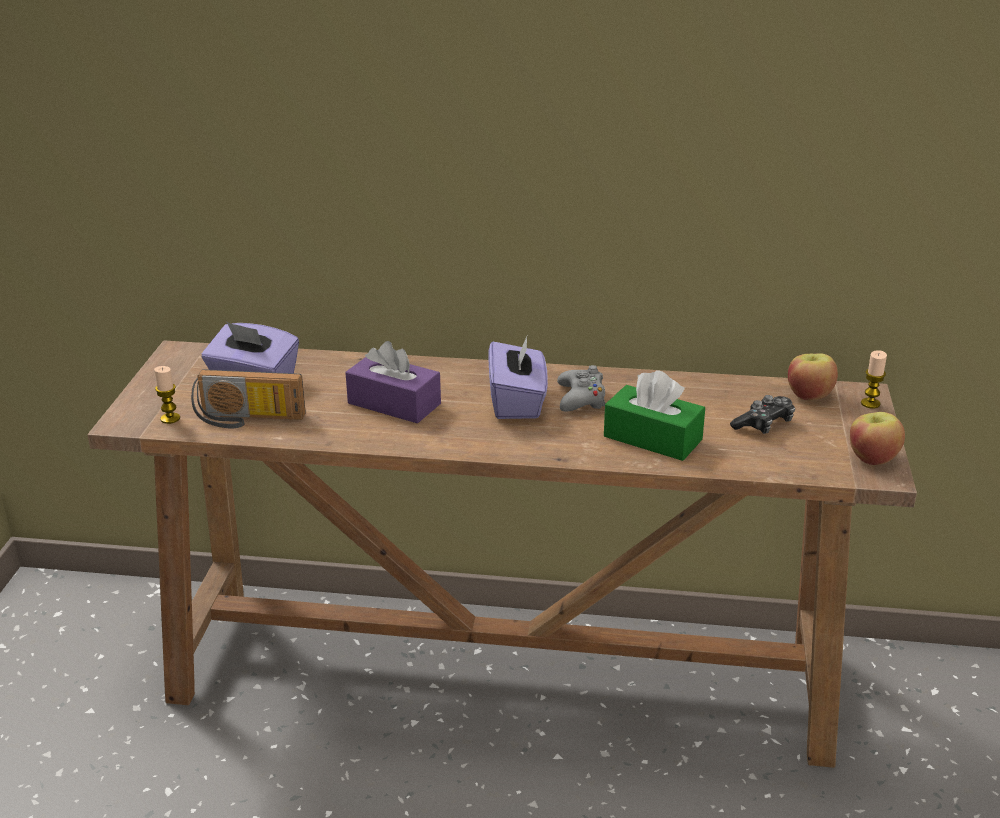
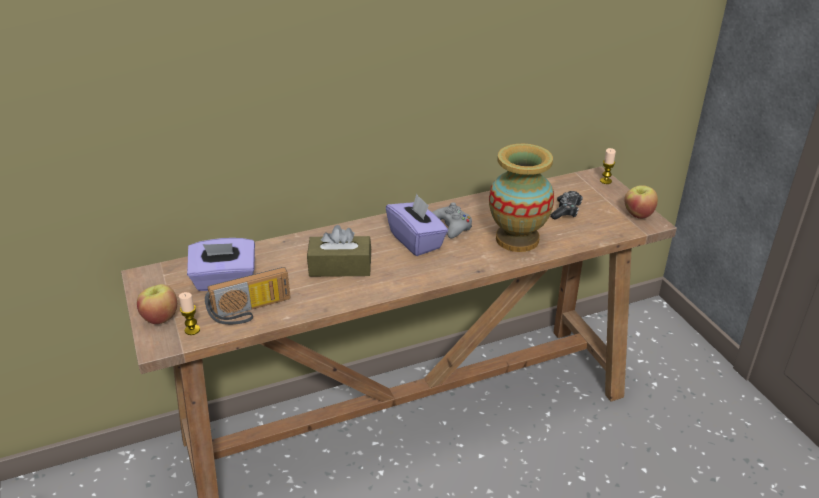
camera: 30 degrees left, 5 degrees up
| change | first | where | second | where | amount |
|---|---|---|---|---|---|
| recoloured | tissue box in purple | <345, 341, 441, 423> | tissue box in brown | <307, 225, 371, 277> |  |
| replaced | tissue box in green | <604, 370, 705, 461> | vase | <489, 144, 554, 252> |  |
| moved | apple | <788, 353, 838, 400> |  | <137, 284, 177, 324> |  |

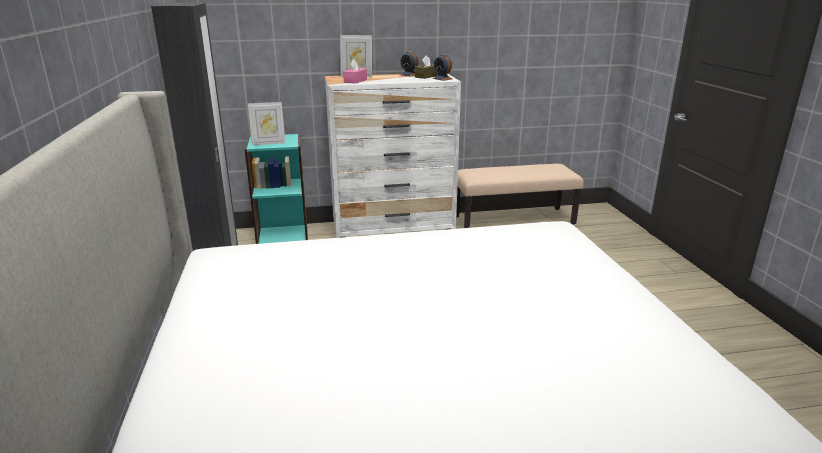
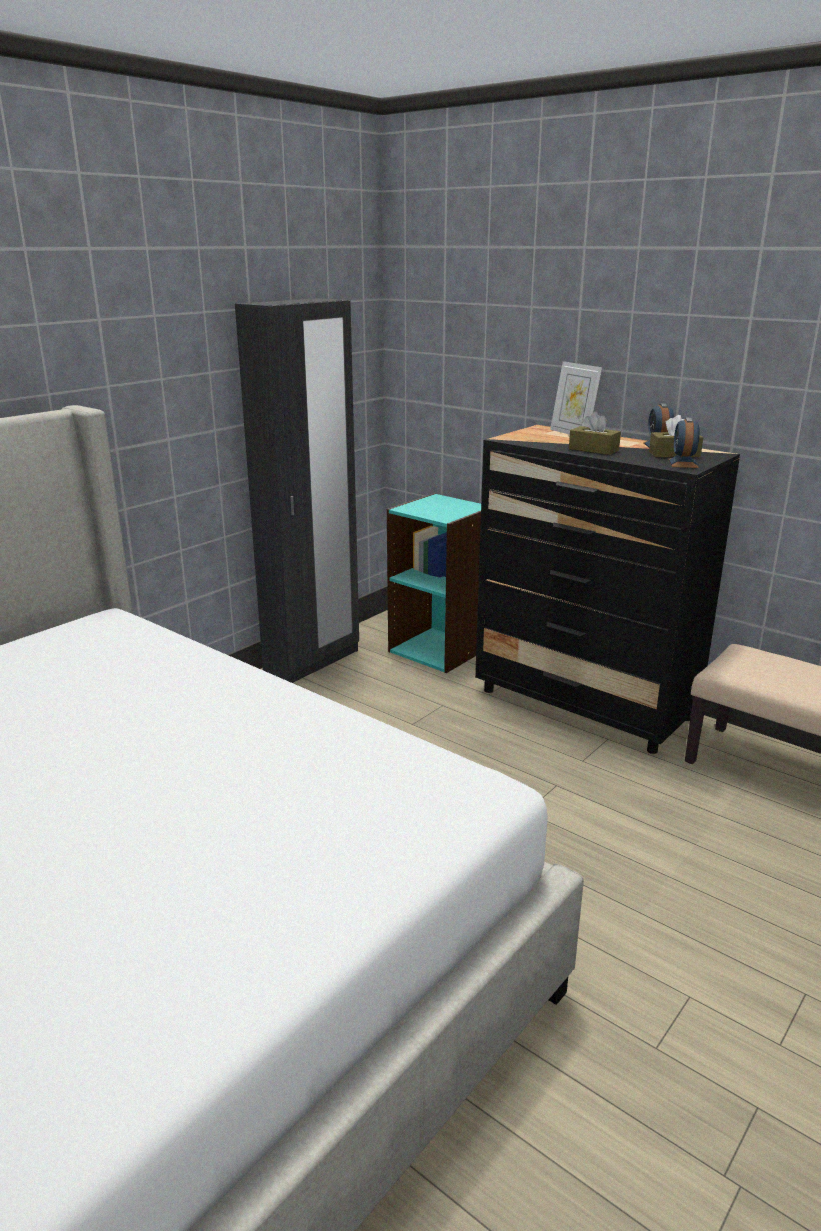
camera: 50 degrees right, 0 degrees up
| change | first | where | second | where | amount |
|---|---|---|---|---|---|
| removed | picture frame | <248, 102, 285, 145> |  |  |  |
| recoloured | dresser in white | <325, 74, 461, 238> | dresser in black | <475, 425, 740, 754> |  |
| removed | tissue box in pink | <343, 59, 367, 84> |  |  |  |
| added |  |  | tissue box in brown | <569, 412, 621, 455> |  |

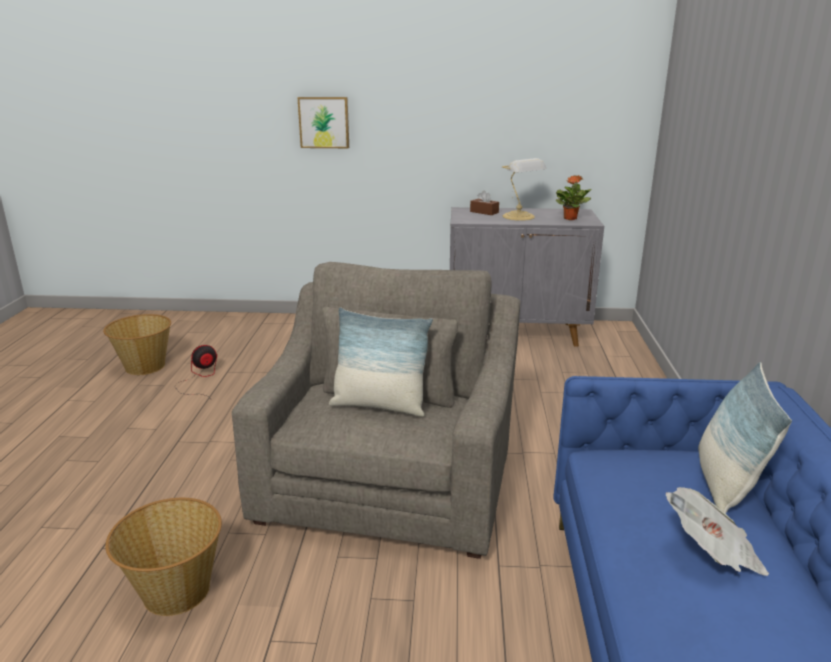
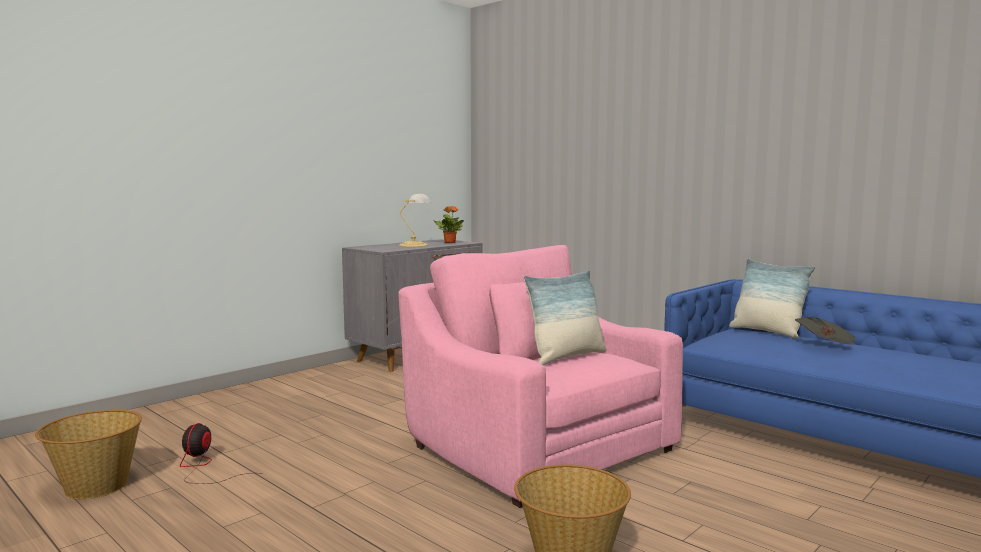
camera: 50 degrees left, 15 degrees down
| change | first | where | second | where | amount |
|---|---|---|---|---|---|
| recoloured | armchair in grey | <232, 262, 521, 559> | armchair in pink | <398, 245, 683, 508> |  |
| removed | picture | <297, 97, 349, 148> |  |  |  |
| removed | tissue box in brown | <470, 191, 499, 215> |  |  |  |

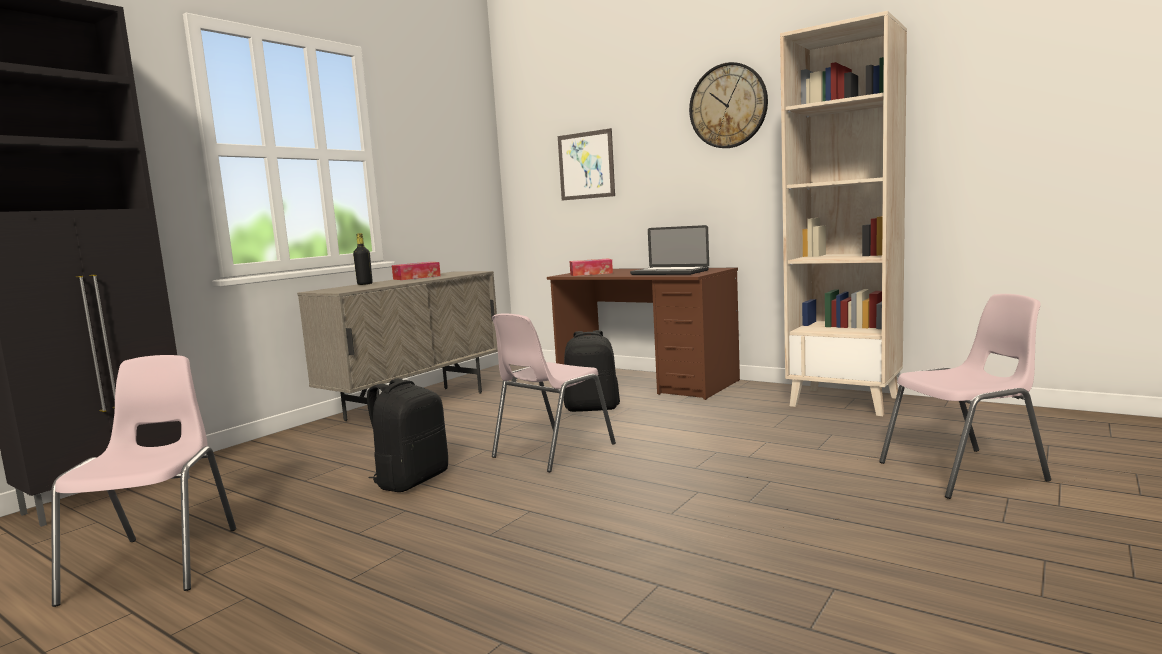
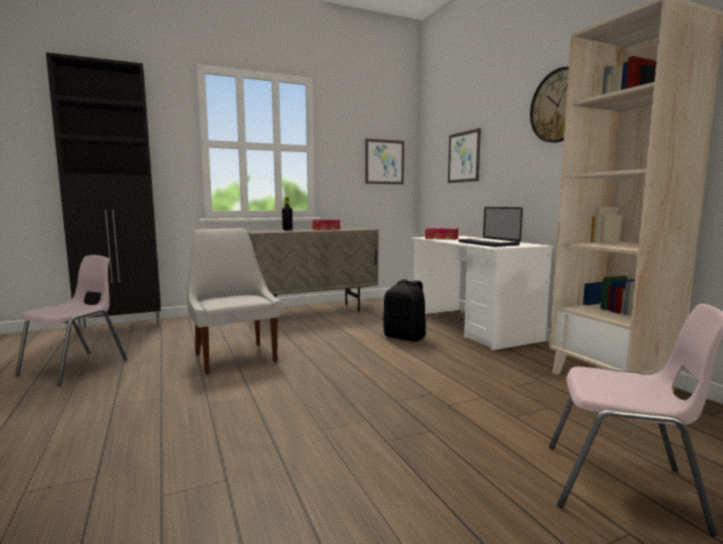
camera: 30 degrees right, 0 degrees up
| change | first | where | second | where | amount |
|---|---|---|---|---|---|
| replaced | backpack in black | <367, 378, 448, 492> | chair in white | <187, 228, 281, 374> |  |
| removed | chair in pink | <492, 314, 616, 472> |  |  |  |
| recoloured | desk in brown | <547, 268, 740, 400> | desk in white | <411, 236, 553, 351> |  |
| added |  |  | picture | <365, 139, 404, 184> |  |

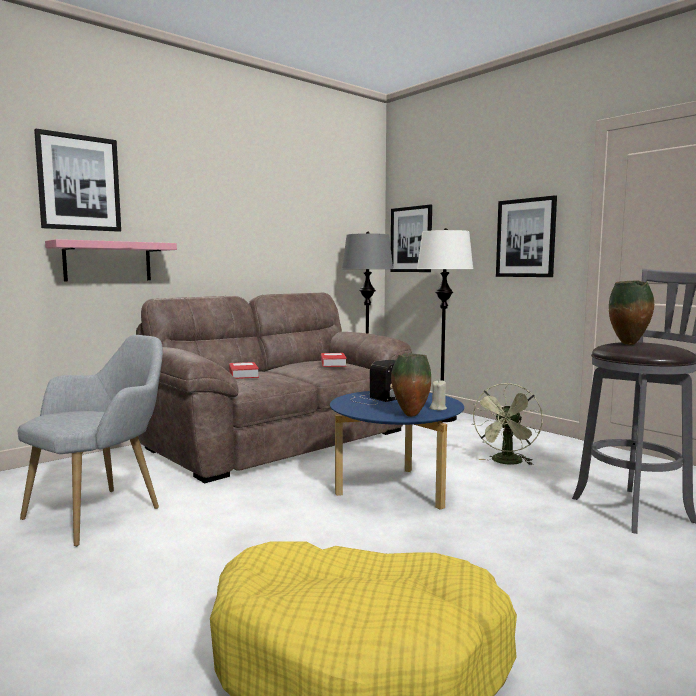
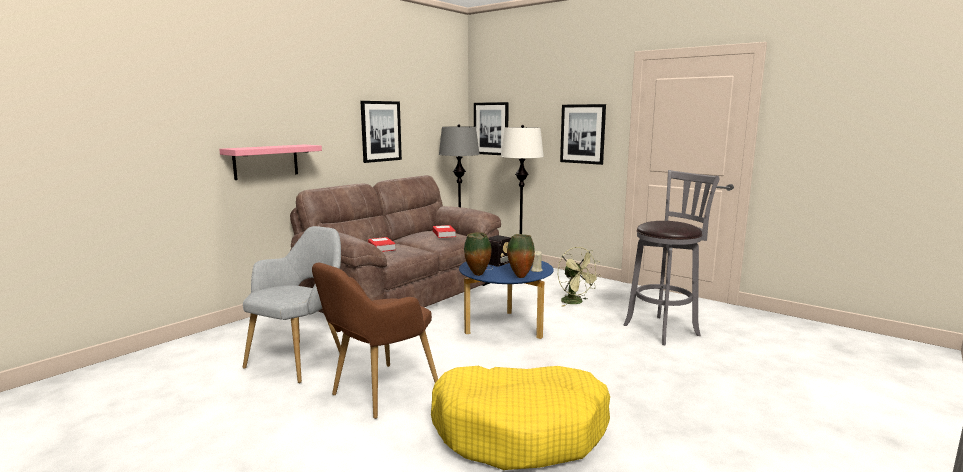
camera: 10 degrees left, 5 degrees up
| change | first | where | second | where | amount |
|---|---|---|---|---|---|
| moved | picture | <34, 128, 121, 232> |  | <360, 101, 402, 163> |  |
| turned | fan in green | <472, 383, 543, 465> |  | <558, 247, 601, 307> | 45 degrees counterclockwise |
| moved | vase | <609, 281, 654, 345> |  | <464, 232, 491, 276> |  |
| added |  |  | armchair in brown | <312, 262, 438, 419> |  |

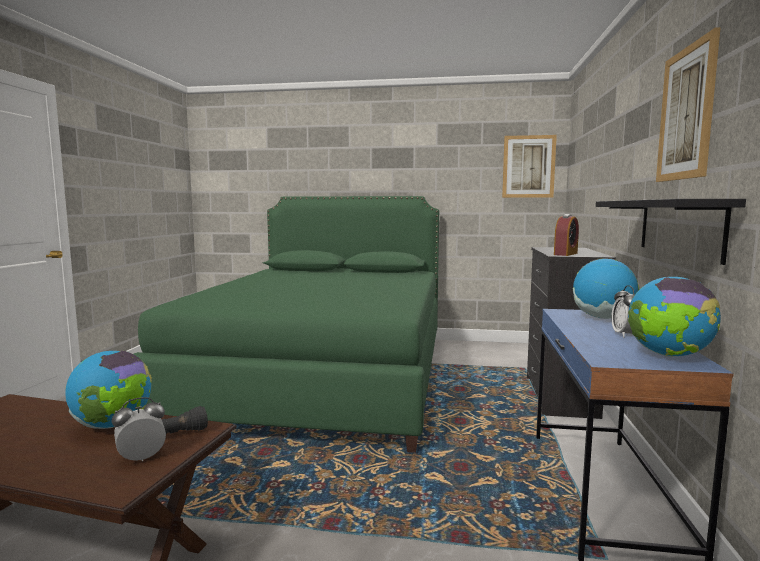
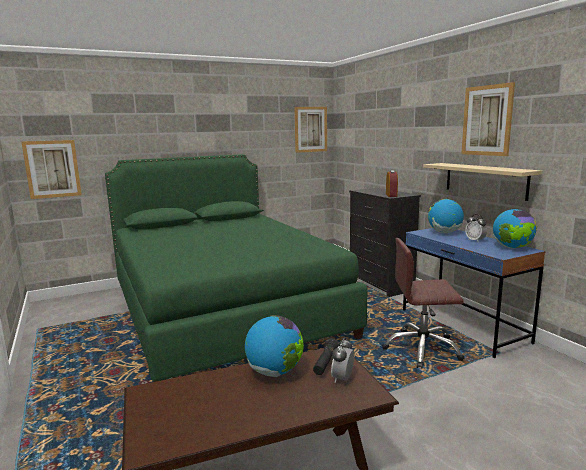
camera: 35 degrees left, 5 degrees up
| change | first | where | second | where | amount |
|---|---|---|---|---|---|
| recoloured | shelf in black | <596, 199, 746, 265> | shelf in beige | <423, 163, 542, 201> |  |
| added |  |  | picture | <21, 140, 82, 199> |  |
| added |  |  | office chair in brown | <382, 238, 465, 368> |  |

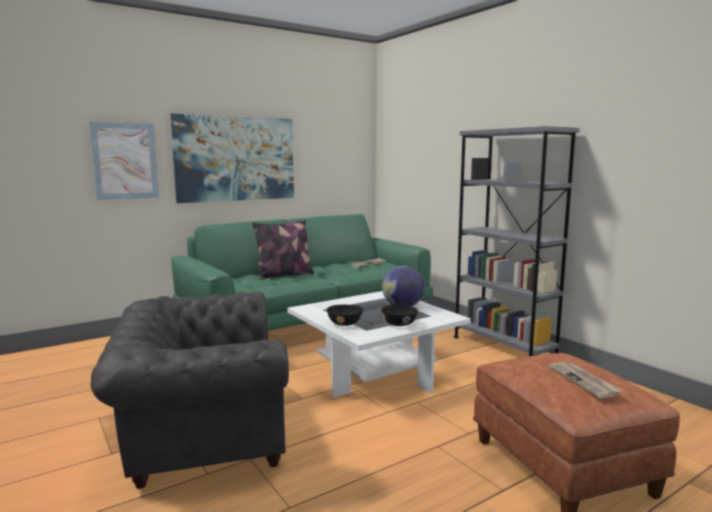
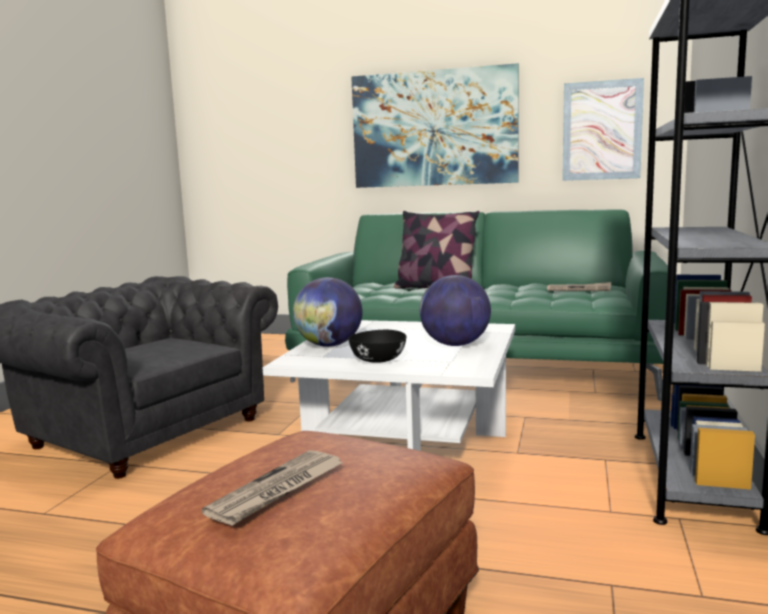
camera: 50 degrees right, 0 degrees up
| change | first | where | second | where | amount |
|---|---|---|---|---|---|
| moved | picture | <89, 122, 159, 200> |  | <562, 78, 644, 181> |  |
| replaced | bowl in black | <327, 305, 363, 326> | globe | <293, 277, 362, 347> |  |

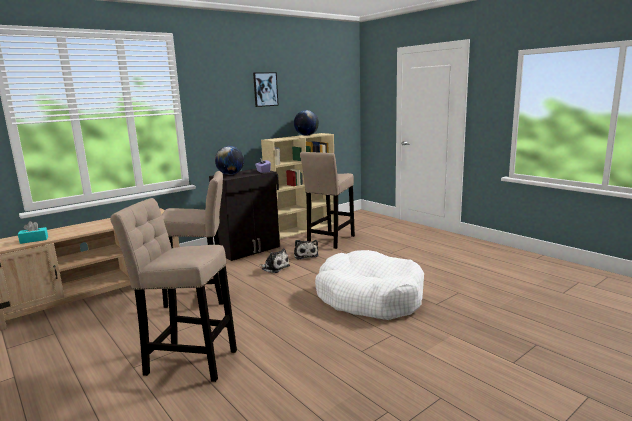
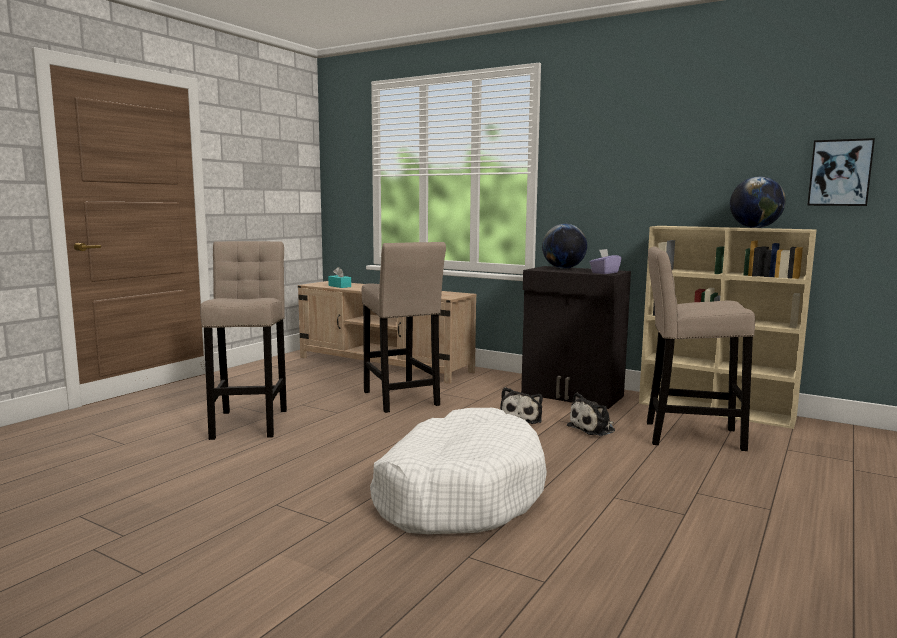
camera: 70 degrees right, 5 degrees down
| change | first | where | second | where | amount |
|---|---|---|---|---|---|
| moved | picture | <253, 72, 279, 107> |  | <807, 138, 875, 206> |  |

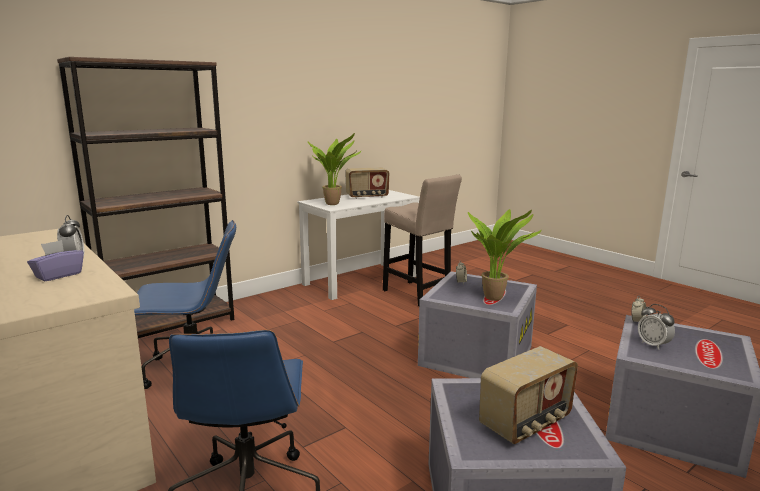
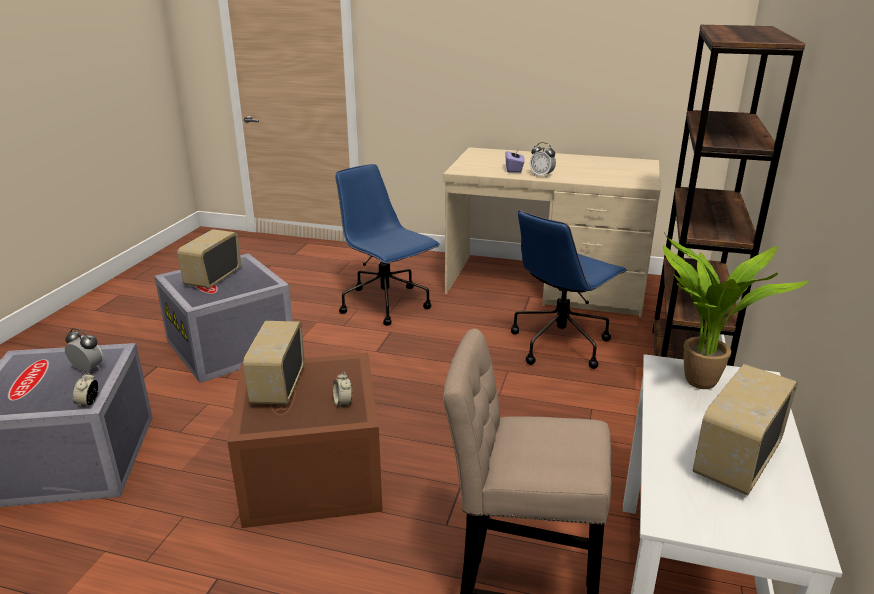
camera: 145 degrees right, 10 degrees up
| change | first | where | second | where | amount |
|---|---|---|---|---|---|
| recoloured | storage box in grey | <418, 272, 537, 378> | storage box in brown | <227, 353, 383, 528> |  |
| replaced | potted plant | <468, 209, 542, 301> | radio | <243, 321, 305, 405> |  |

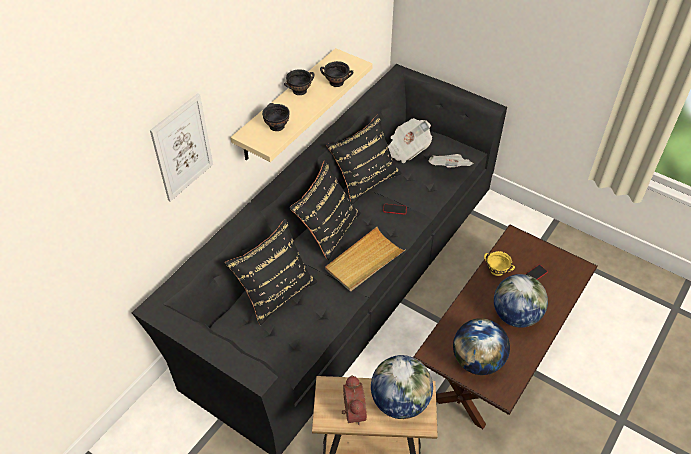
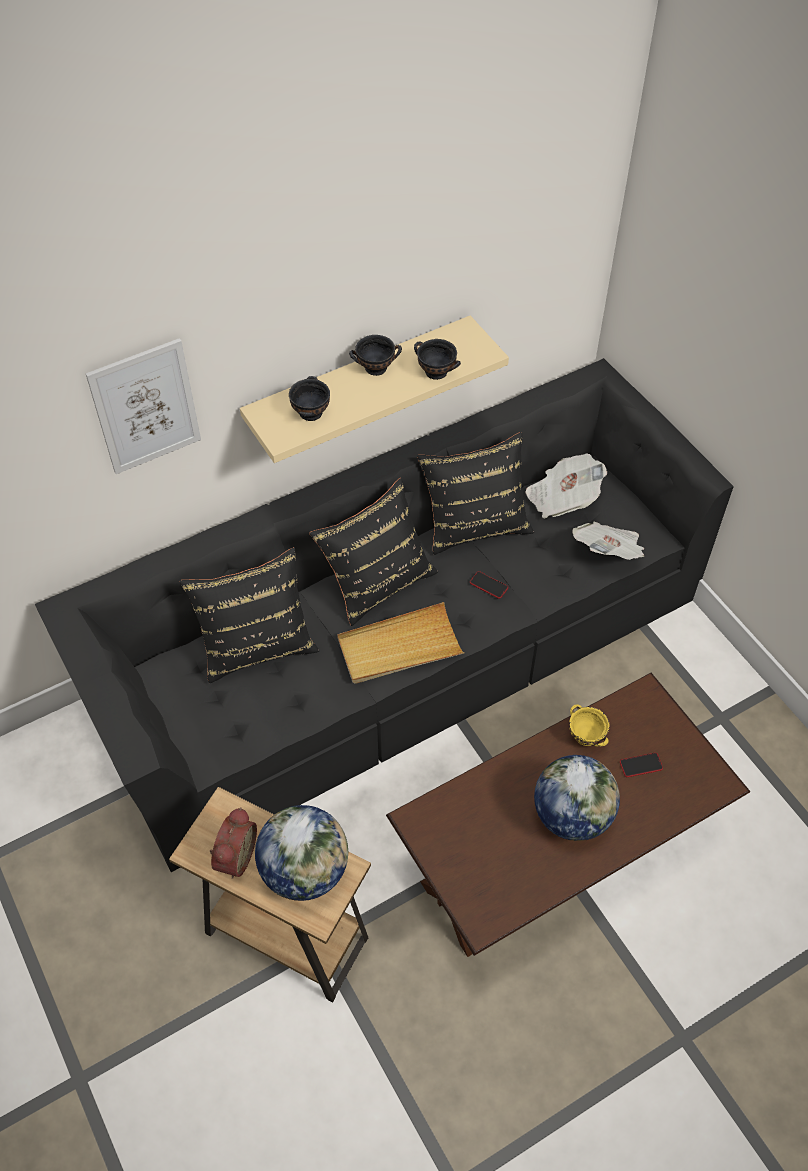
camera: 25 degrees right, 5 degrees up
| change | first | where | second | where | amount |
|---|---|---|---|---|---|
| removed | globe | <453, 318, 510, 375> |  |  |  |

